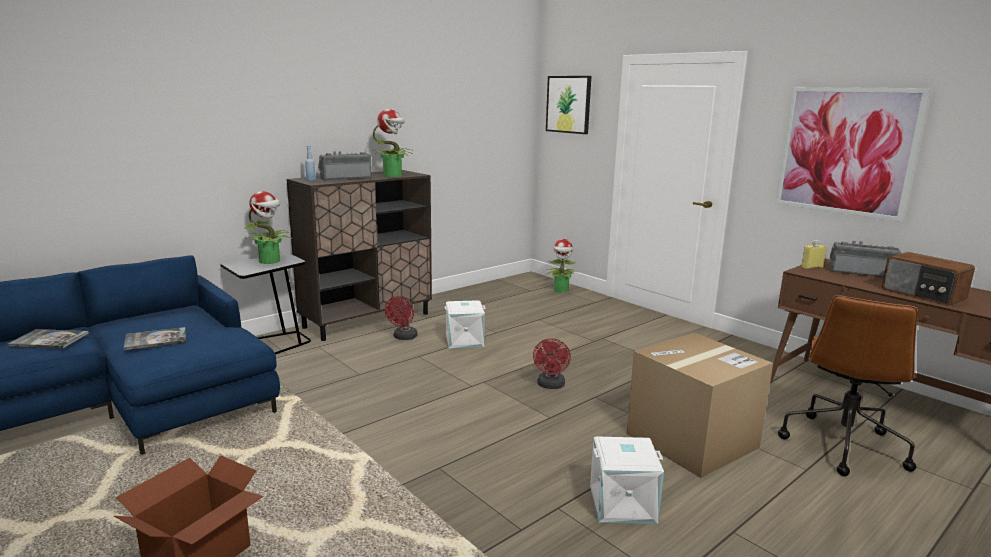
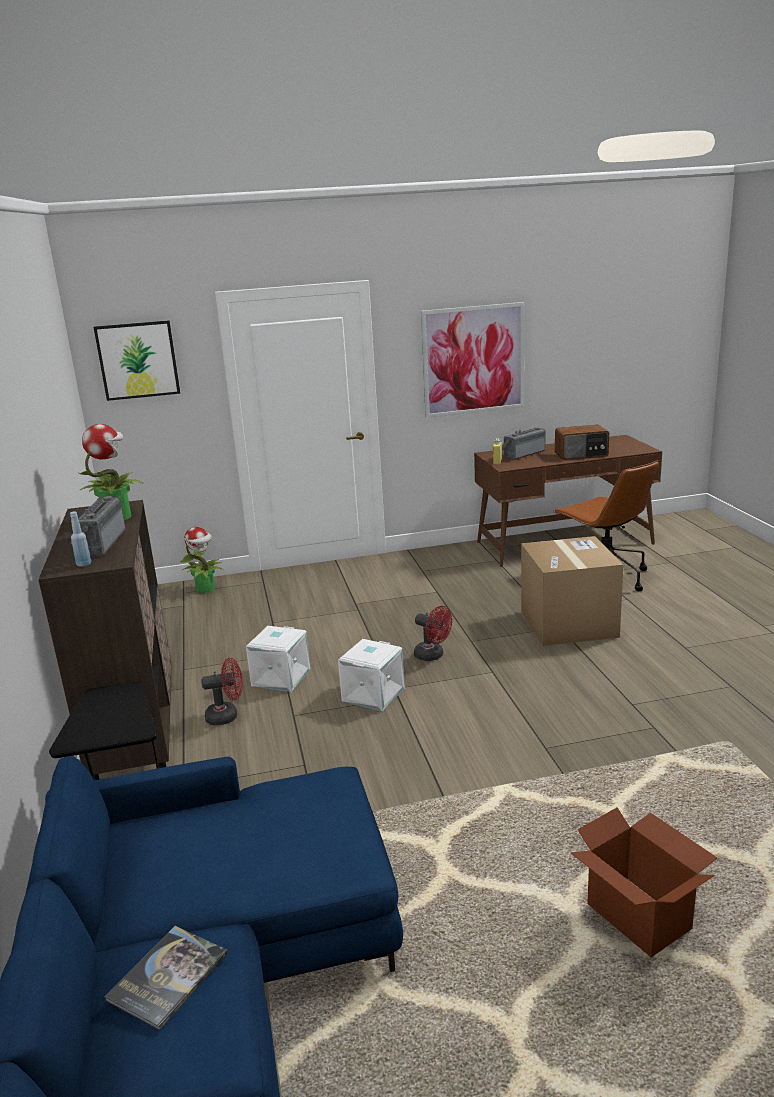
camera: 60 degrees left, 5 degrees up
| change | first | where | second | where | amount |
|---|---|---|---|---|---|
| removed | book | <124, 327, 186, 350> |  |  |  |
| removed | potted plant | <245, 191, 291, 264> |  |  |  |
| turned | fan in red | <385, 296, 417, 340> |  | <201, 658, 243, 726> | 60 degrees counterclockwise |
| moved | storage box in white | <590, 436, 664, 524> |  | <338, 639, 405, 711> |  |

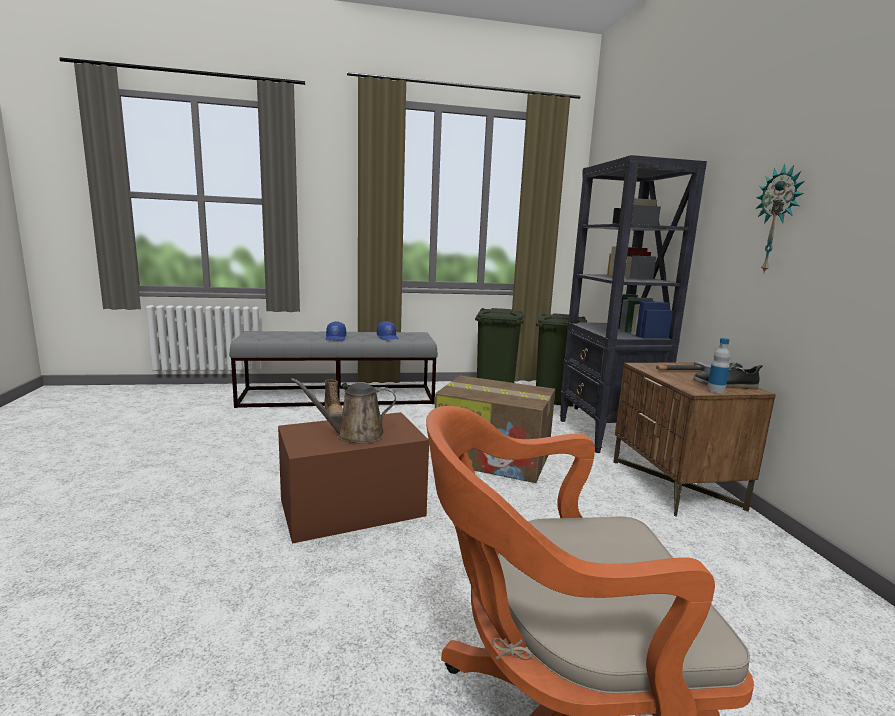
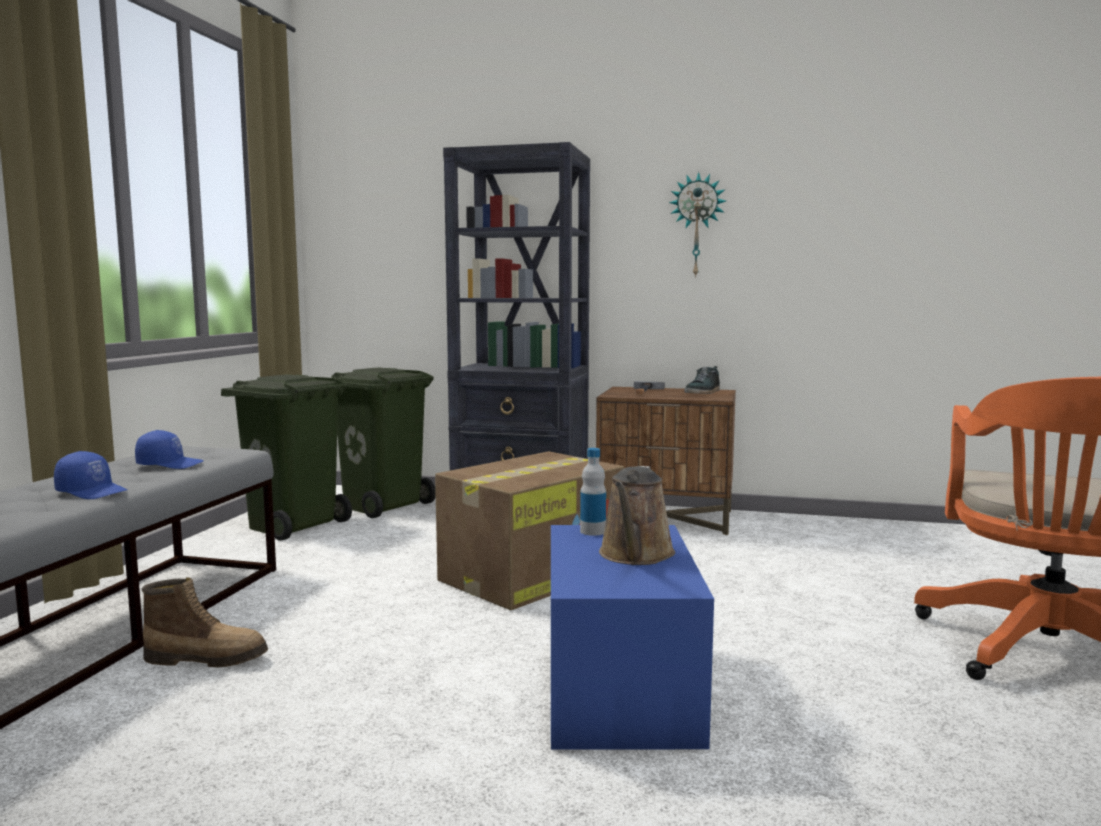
camera: 65 degrees left, 5 degrees down
| change | first | where | second | where | amount |
|---|---|---|---|---|---|
| recoloured | storage box in brown | <278, 412, 429, 544> | storage box in blue | <551, 525, 714, 749> |  |
| moved | bottle | <707, 338, 730, 394> |  | <580, 448, 606, 536> |  |

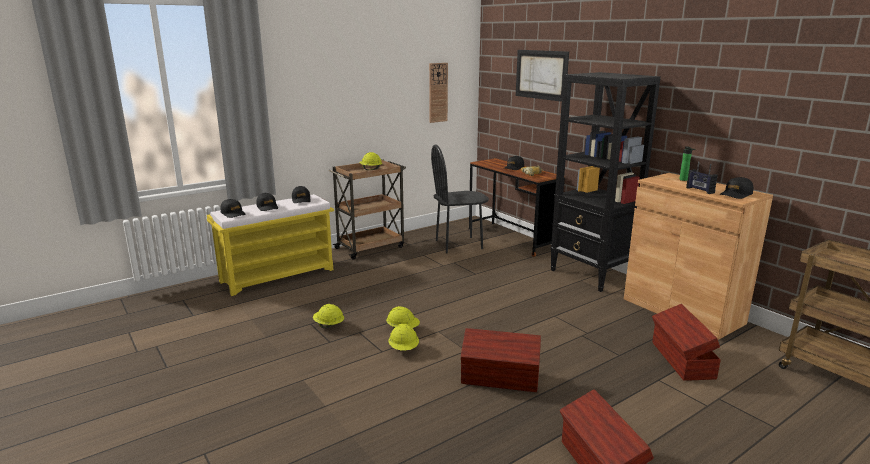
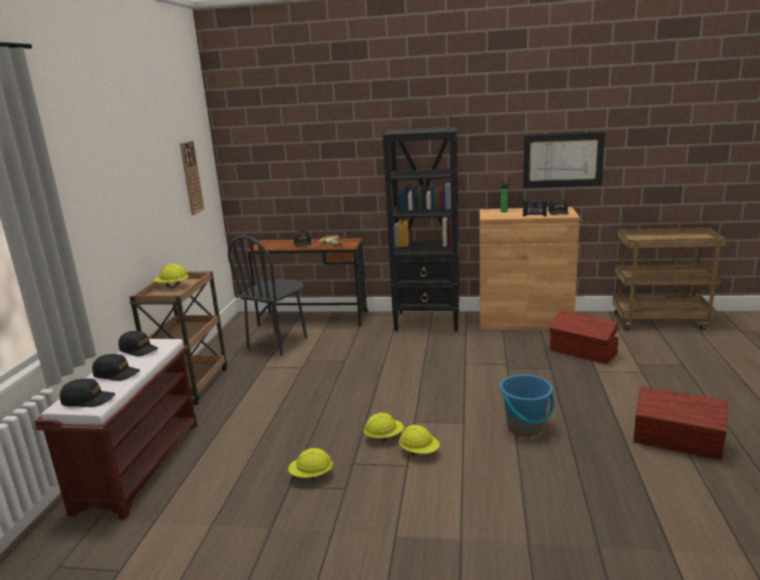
camera: 45 degrees left, 0 degrees up
| change | first | where | second | where | amount |
|---|---|---|---|---|---|
| recoloured | bench in yellow | <207, 194, 334, 296> | bench in brown | <35, 339, 197, 520> |  |
| replaced | storage box in brown | <461, 328, 541, 392> | bucket in blue | <500, 375, 554, 437> |  |
| moved | picture | <516, 50, 569, 102> |  | <523, 132, 605, 188> |  |

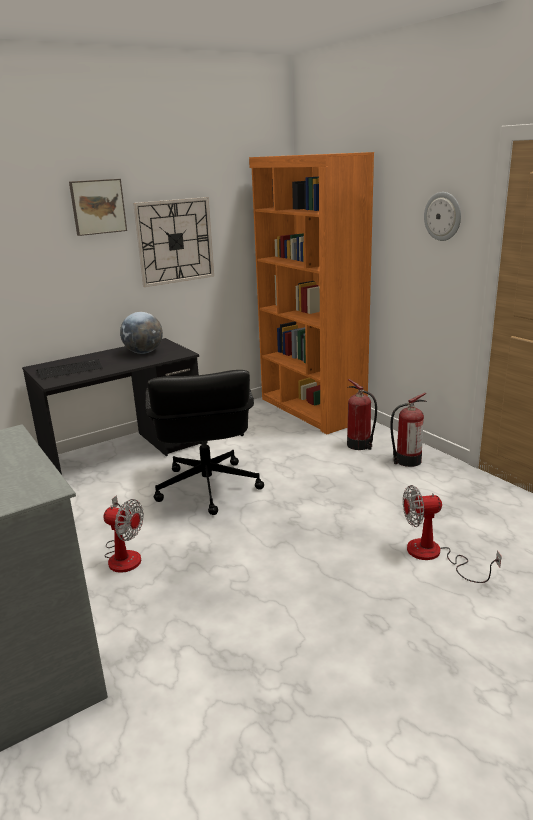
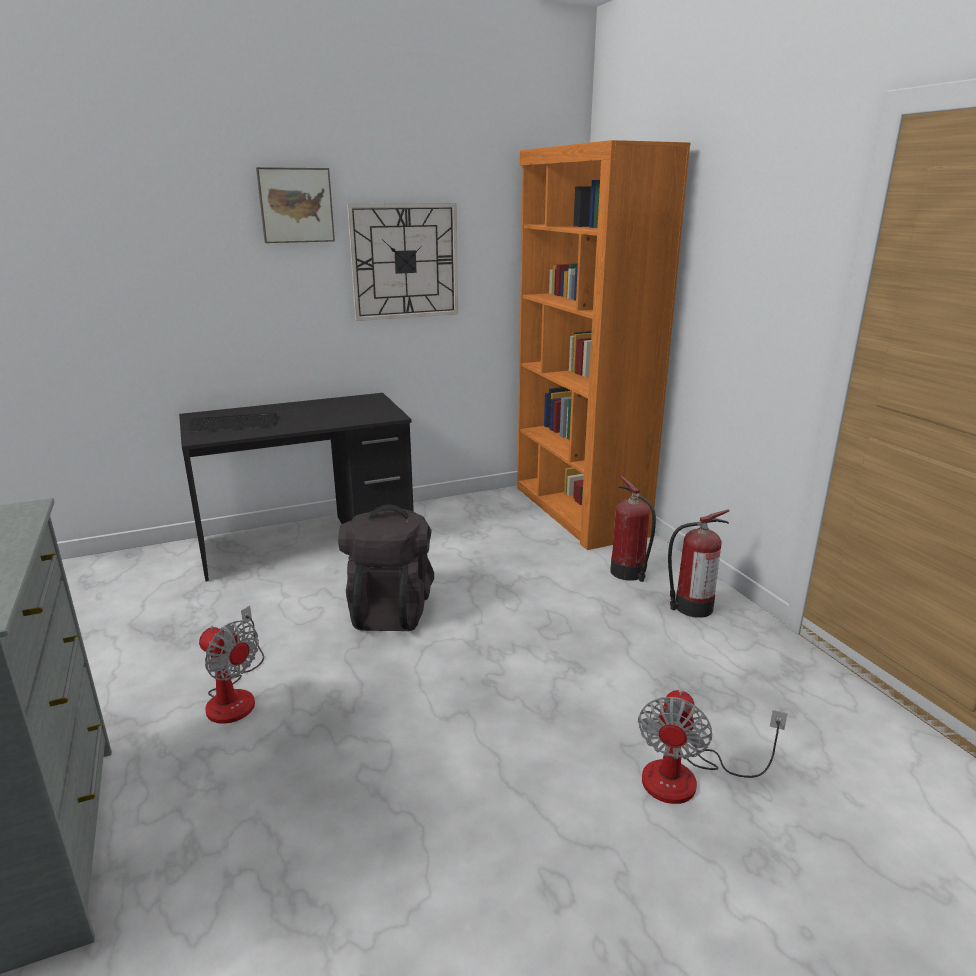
camera: 10 degrees right, 0 degrees up
| change | first | where | second | where | amount |
|---|---|---|---|---|---|
| removed | globe | <120, 312, 163, 354> |  |  |  |
| replaced | office chair in black | <146, 370, 264, 515> | backpack in black | <338, 505, 434, 631> |  |
| turned | fan | <403, 485, 502, 583> |  | <638, 690, 788, 804> | 75 degrees counterclockwise |
| removed | wall clock | <424, 192, 461, 241> |  |  |  |

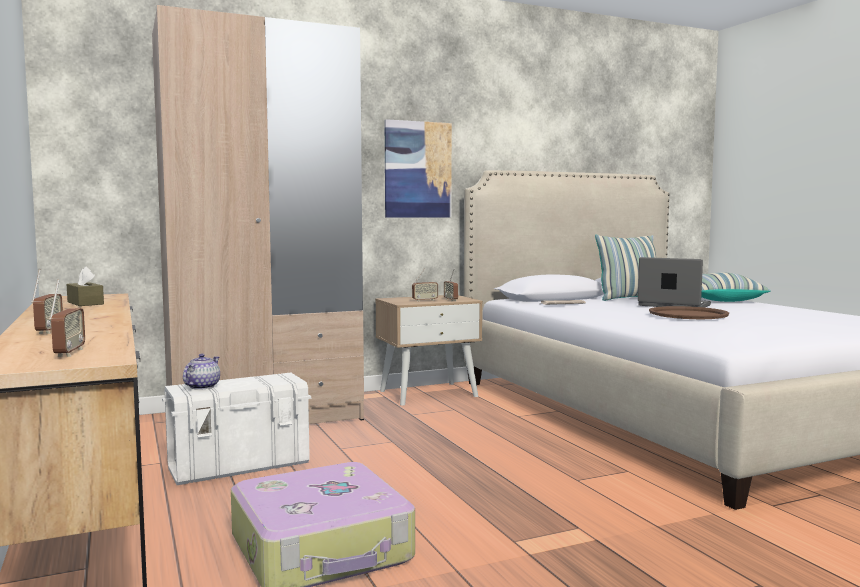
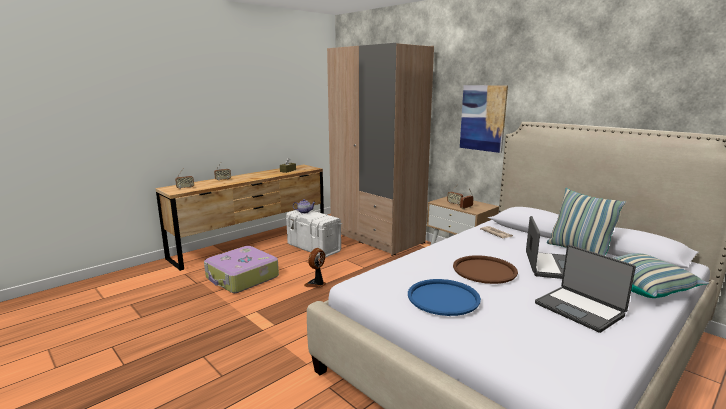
camera: 70 degrees right, 10 degrees up
| change | first | where | second | where | amount |
|---|---|---|---|---|---|
| added |  |  | fan | <304, 248, 326, 287> |  |
| added |  |  | tray in blue | <408, 279, 481, 316> |  |
| added |  |  | laptop | <535, 245, 636, 333> |  |

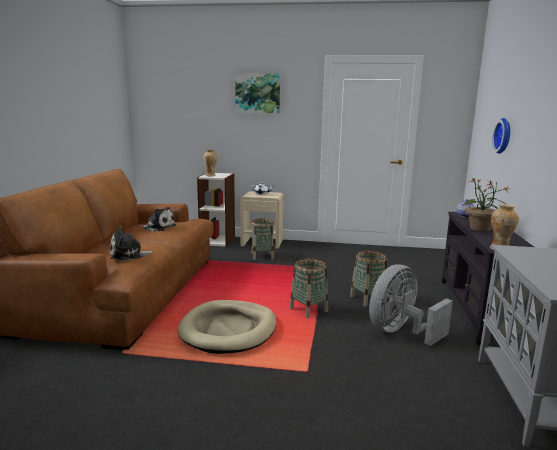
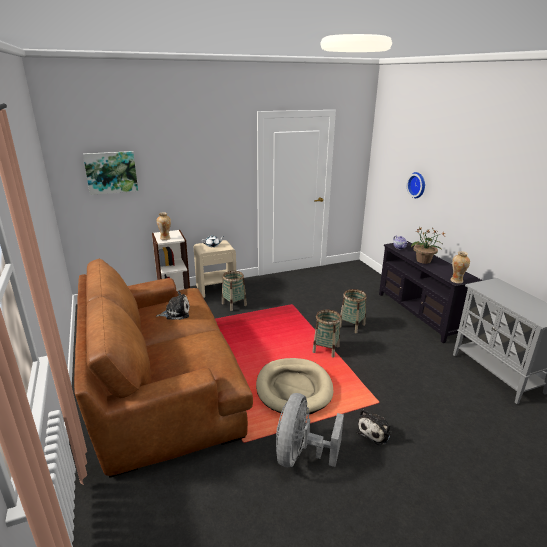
camera: 30 degrees left, 10 degrees up
| change | first | where | second | where | amount |
|---|---|---|---|---|---|
| moved | plush toy | <110, 226, 155, 260> |  | <356, 409, 392, 445> |  |
| moved | picture | <235, 73, 280, 114> |  | <83, 151, 138, 195> |  |
| moved | fan in grey | <369, 264, 453, 346> |  | <276, 393, 344, 467> |  |

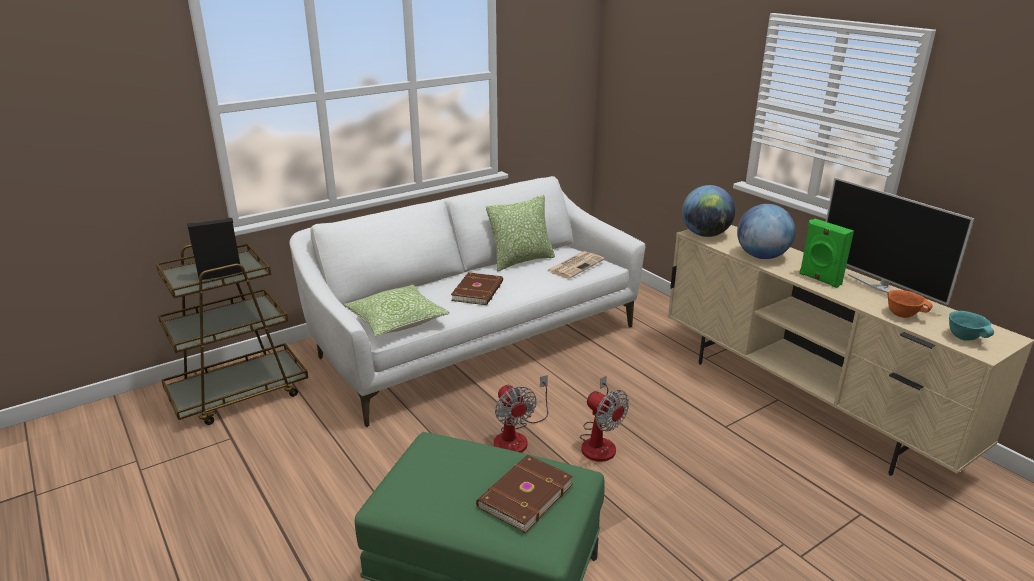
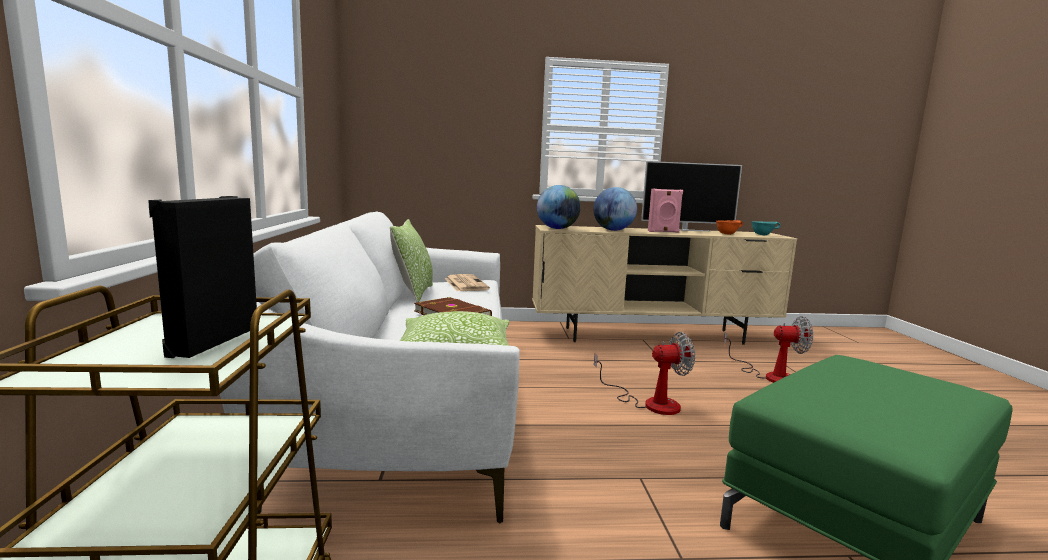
camera: 60 degrees left, 15 degrees down
| change | first | where | second | where | amount |
|---|---|---|---|---|---|
| removed | book in brown | <476, 455, 573, 533> |  |  |  |
| moved | fan | <494, 375, 548, 453> |  | <724, 316, 813, 383> |  |
| recoloured | speaker in green | <799, 219, 854, 288> | speaker in pink | <648, 189, 683, 233> |  |

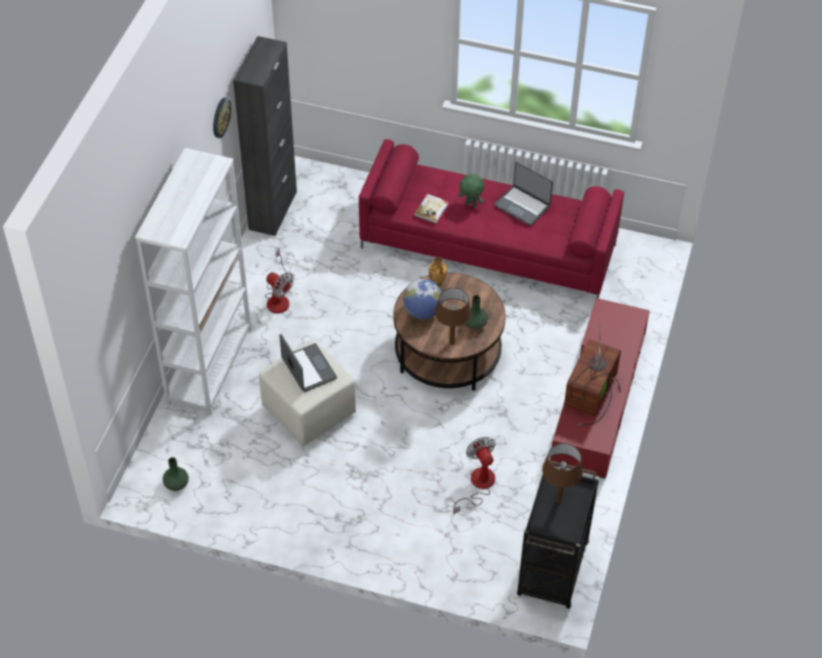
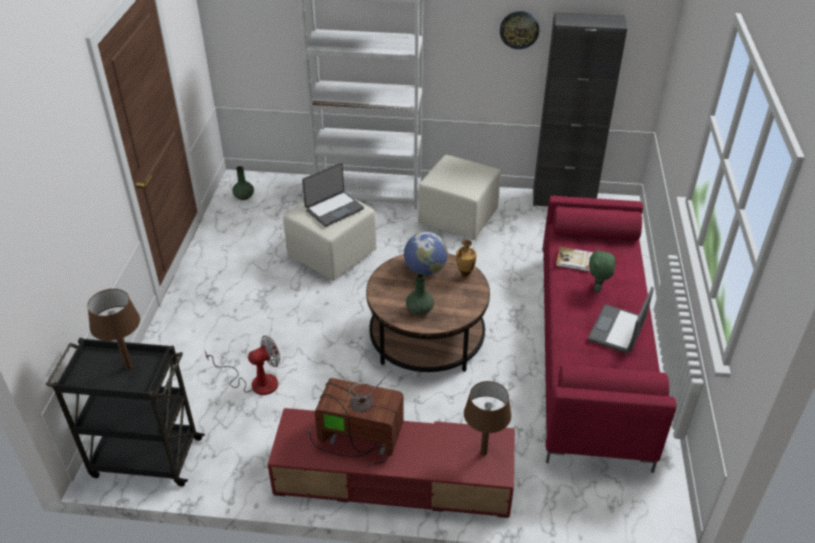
camera: 80 degrees right, 10 degrees down
| change | first | where | second | where | amount |
|---|---|---|---|---|---|
| replaced | fan | <265, 249, 294, 314> | ottoman in beige | <418, 155, 501, 240> |  |
| moved | table lamp in brown | <435, 288, 471, 345> |  | <464, 381, 511, 456> |  |

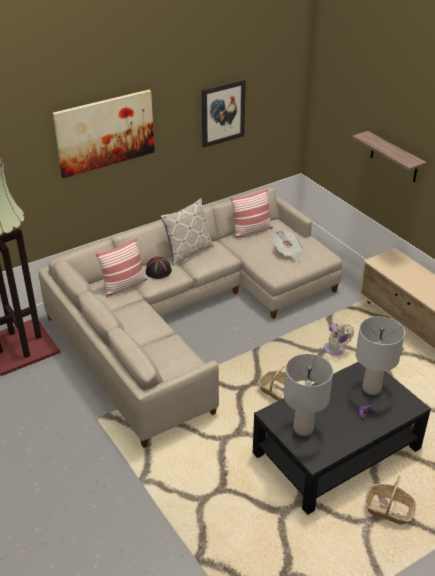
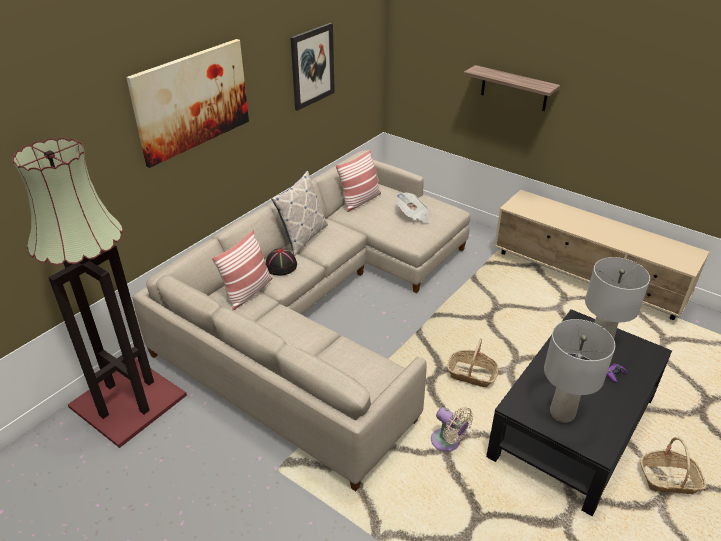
camera: 20 degrees left, 0 degrees up
| change | first | where | second | where | amount |
|---|---|---|---|---|---|
| moved | fan in beige | <324, 323, 354, 355> |  | <431, 407, 473, 452> |  |

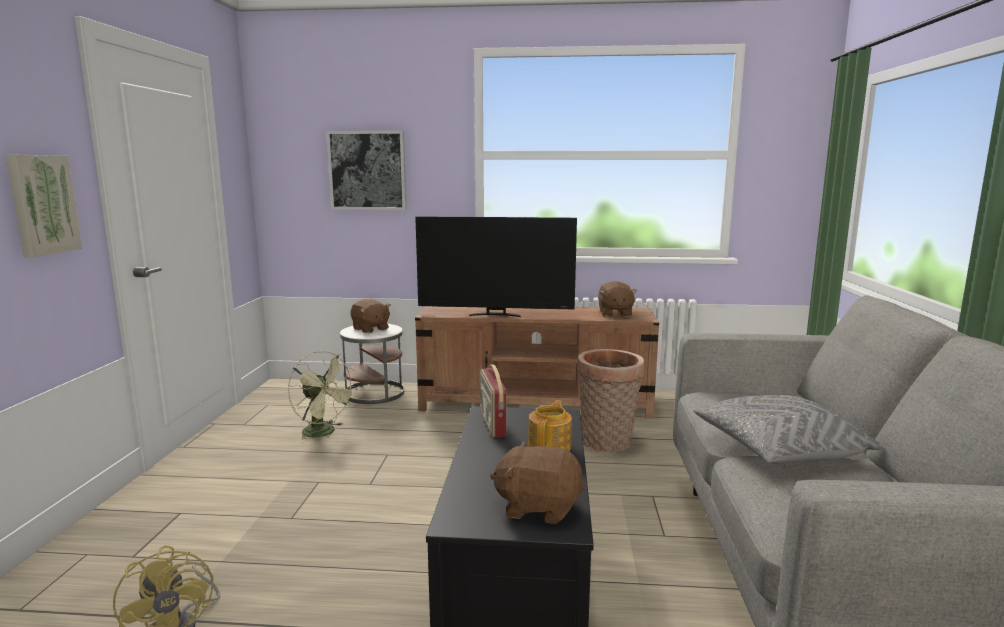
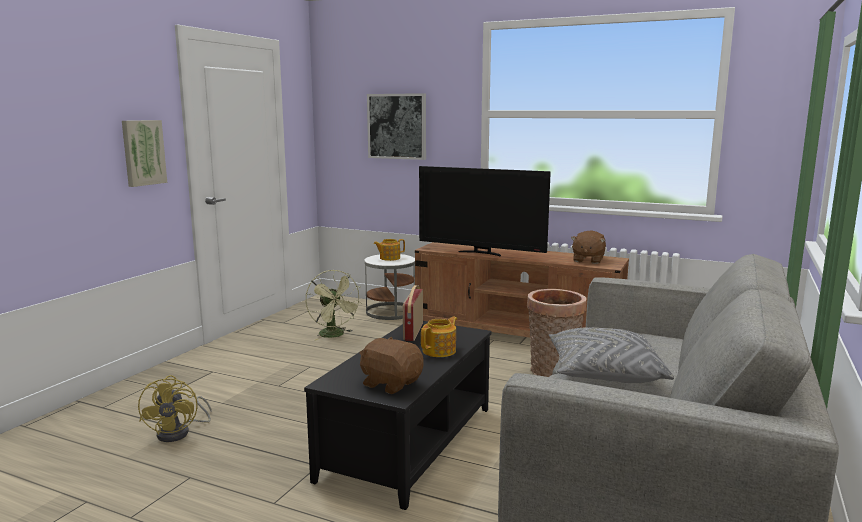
camera: 20 degrees right, 0 degrees up
| change | first | where | second | where | amount |
|---|---|---|---|---|---|
| replaced | plush toy in brown | <351, 299, 391, 333> | teapot | <373, 239, 405, 261> |  |

